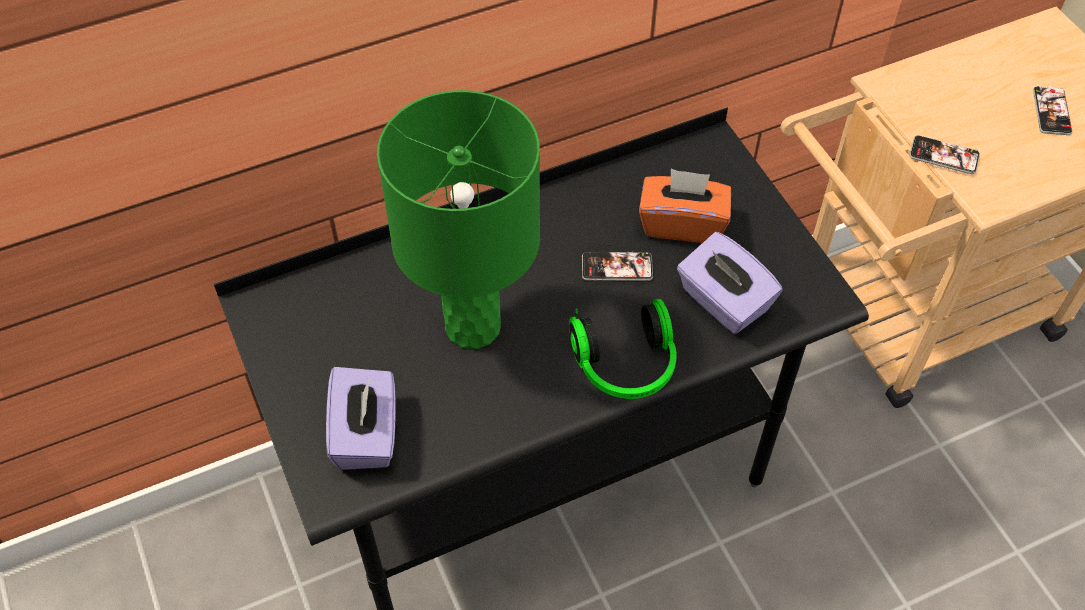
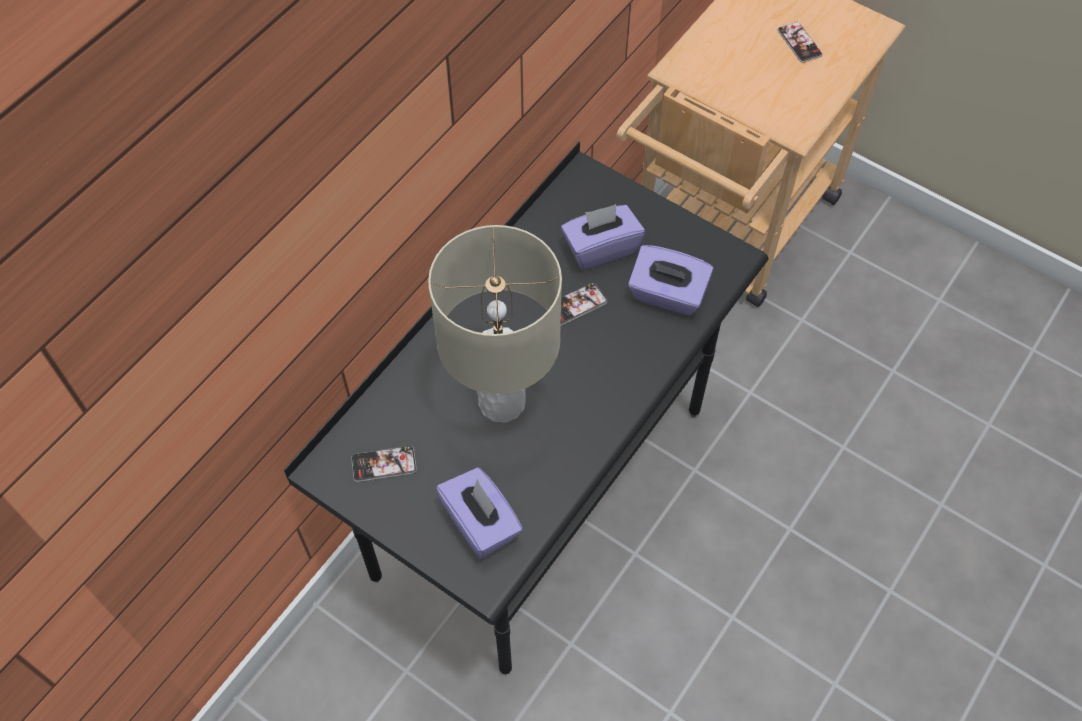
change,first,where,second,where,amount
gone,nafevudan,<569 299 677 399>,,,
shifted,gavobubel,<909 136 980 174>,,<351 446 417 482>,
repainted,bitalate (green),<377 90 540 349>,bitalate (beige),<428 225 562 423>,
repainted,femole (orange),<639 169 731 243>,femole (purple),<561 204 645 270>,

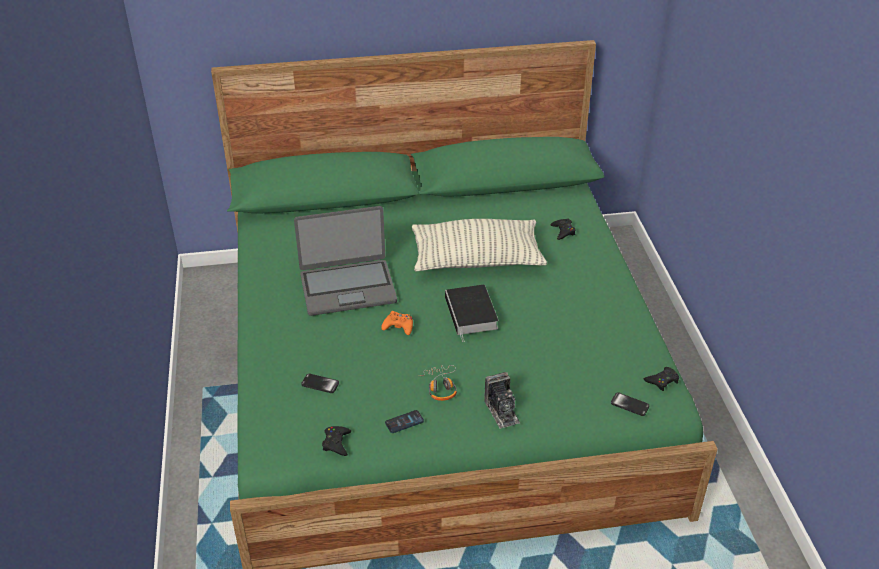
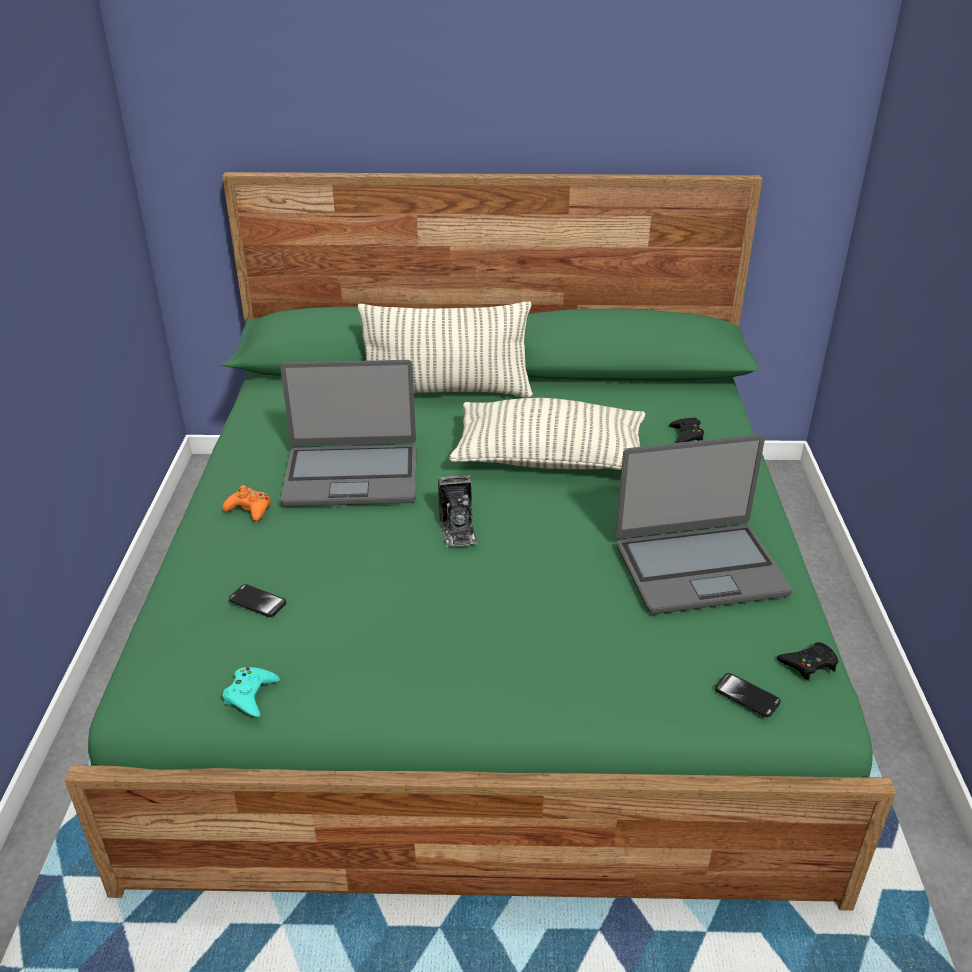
change,first,where,second,where,amount
gone,gavobubel,<385 410 424 433>,,,
gone,nafevudan,<420 365 457 401>,,,
gone,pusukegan,<445 285 498 342>,,,
new,,,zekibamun,<358 301 533 397>,
new,,,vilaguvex,<616 434 793 614>,
shifted,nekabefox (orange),<381 311 413 335>,,<222 485 270 521>,
shifted,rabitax,<484 372 520 429>,,<438 475 477 547>,
repainted,nekabefox (black),<322 426 351 456>,nekabefox (turquoise),<223 667 280 717>,

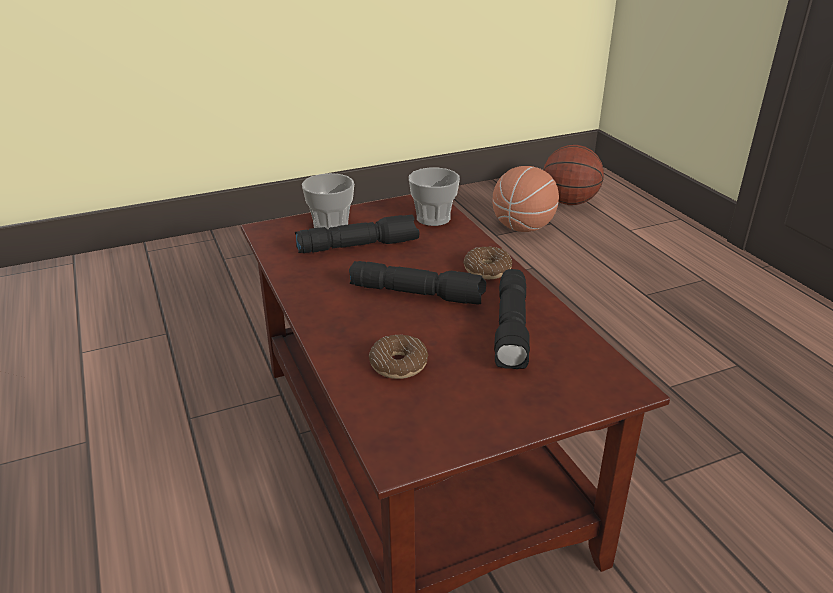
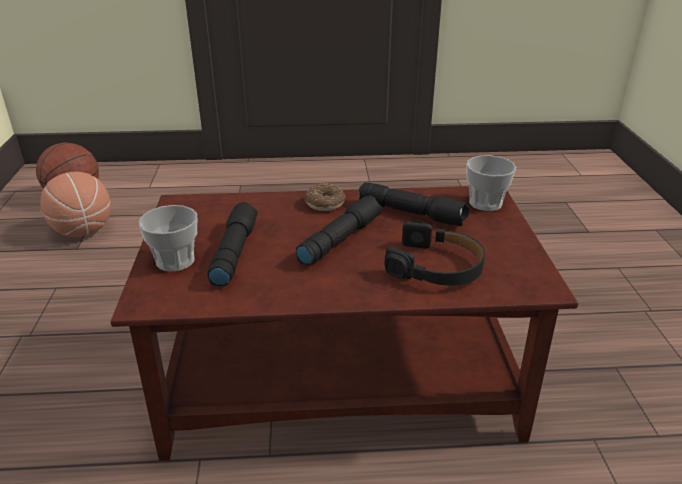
change,first,where,second,where,amount
shifted,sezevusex,<409 168 460 226>,,<466 155 516 211>,
swapped,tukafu,<369 335 429 379>,nafevudan (black),<385 221 485 286>,

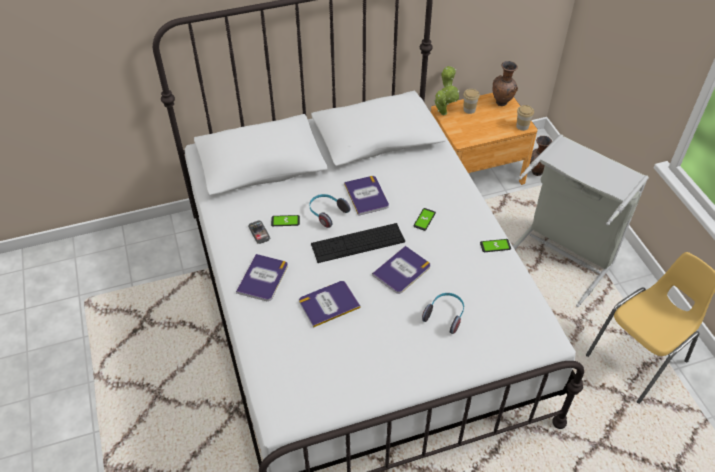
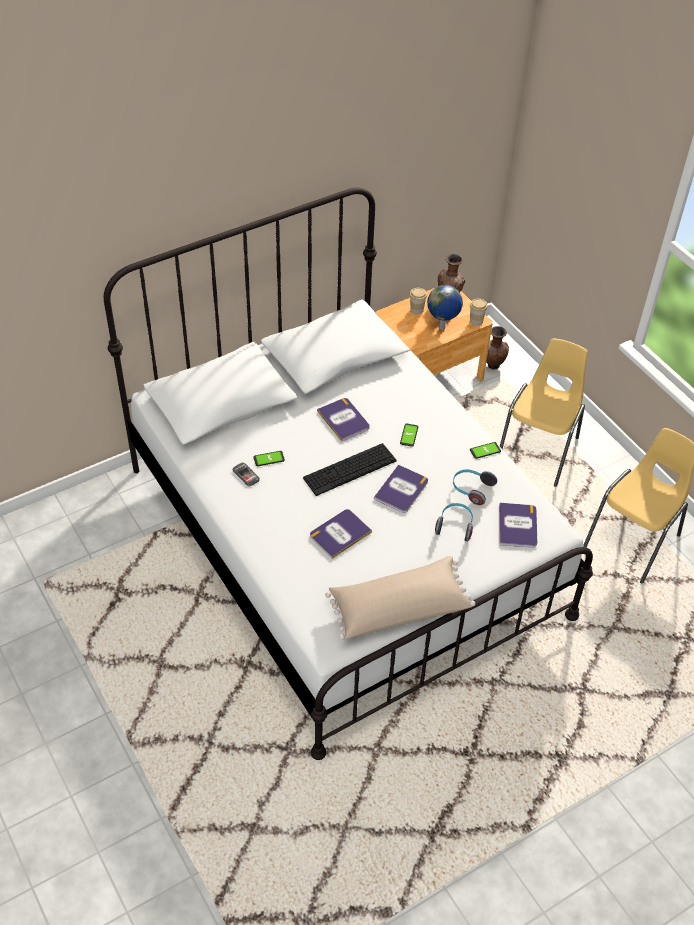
change,first,where,second,where,amount
gone,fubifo,<434 66 459 116>,,,
new,,,zekibamun (beige),<325 556 476 640>,
new,,,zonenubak,<427 285 463 330>,
shifted,pusukegan,<236 254 288 301>,,<499 503 537 548>,
shifted,nafevudan,<310 194 350 228>,,<453 469 497 505>,
swapped,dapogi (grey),<513 134 649 307>,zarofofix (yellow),<500 338 588 487>,

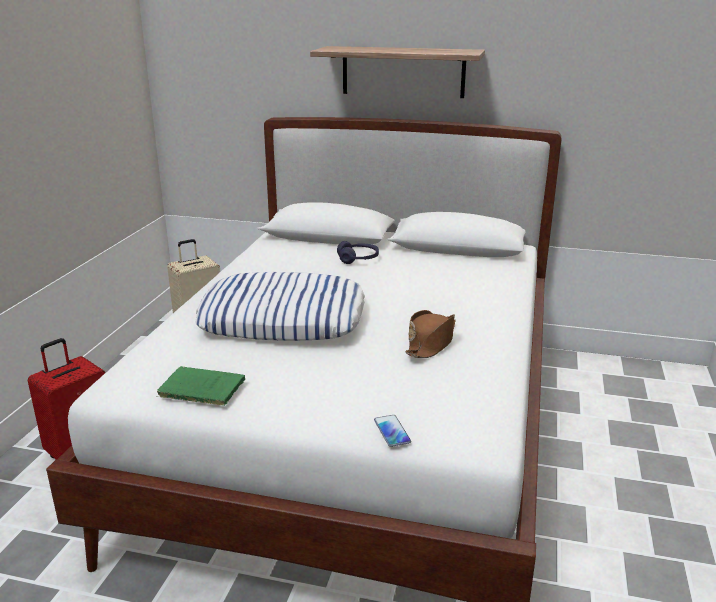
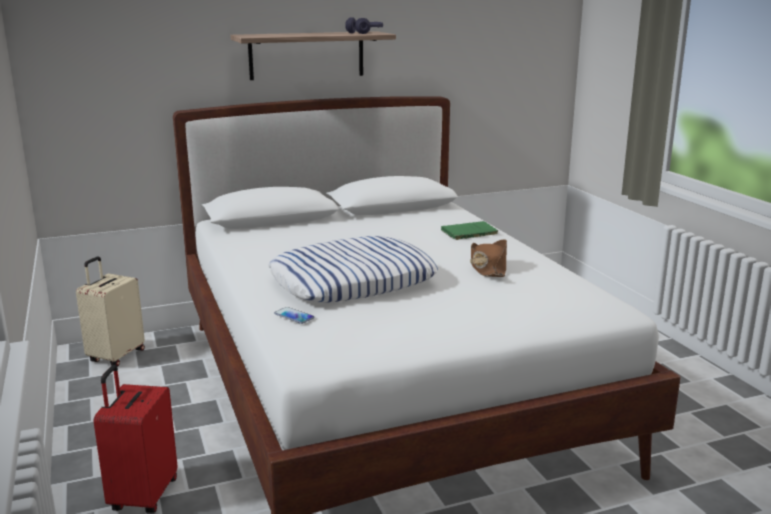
change,first,where,second,where,amount
shifted,pusukegan (green),<157 366 245 406>,,<441 221 498 240>,
shifted,nafevudan (purple),<337 241 379 264>,,<345 17 383 34>,
shifted,gavobubel,<374 415 411 447>,,<274 307 315 324>,

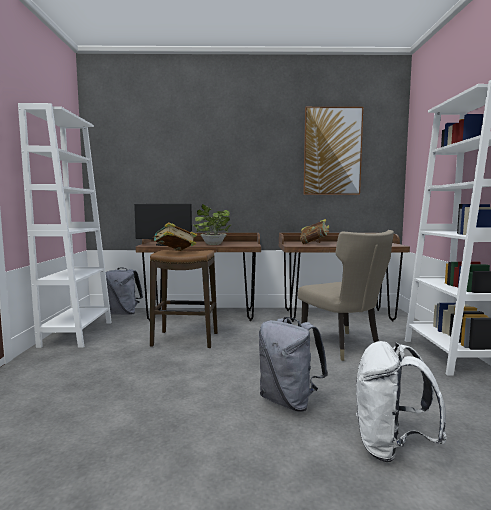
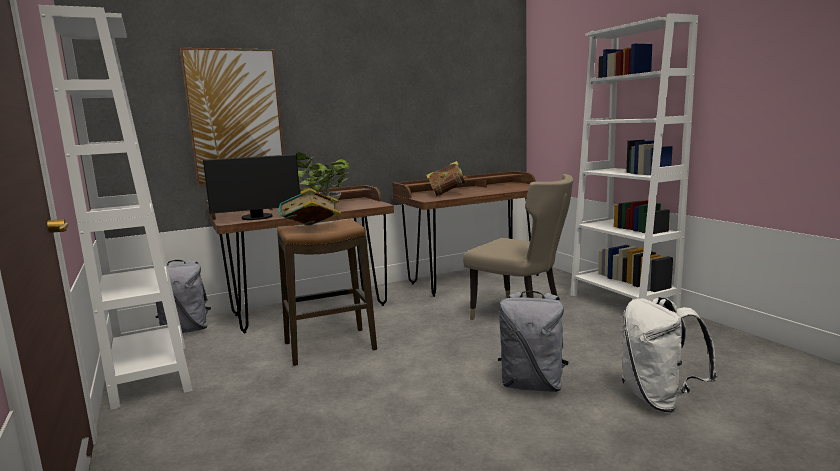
change,first,where,second,where,amount
shifted,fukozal,<303 107 363 195>,,<180 48 284 186>,

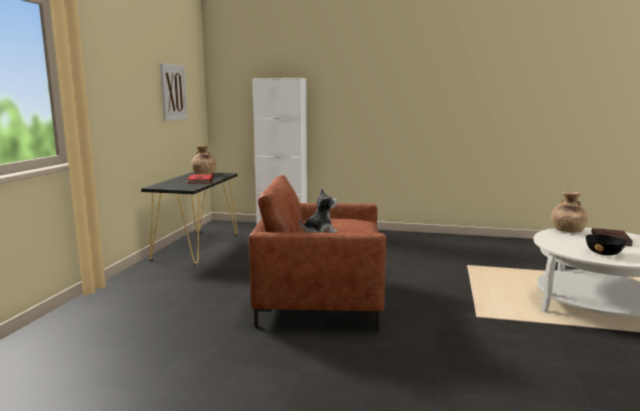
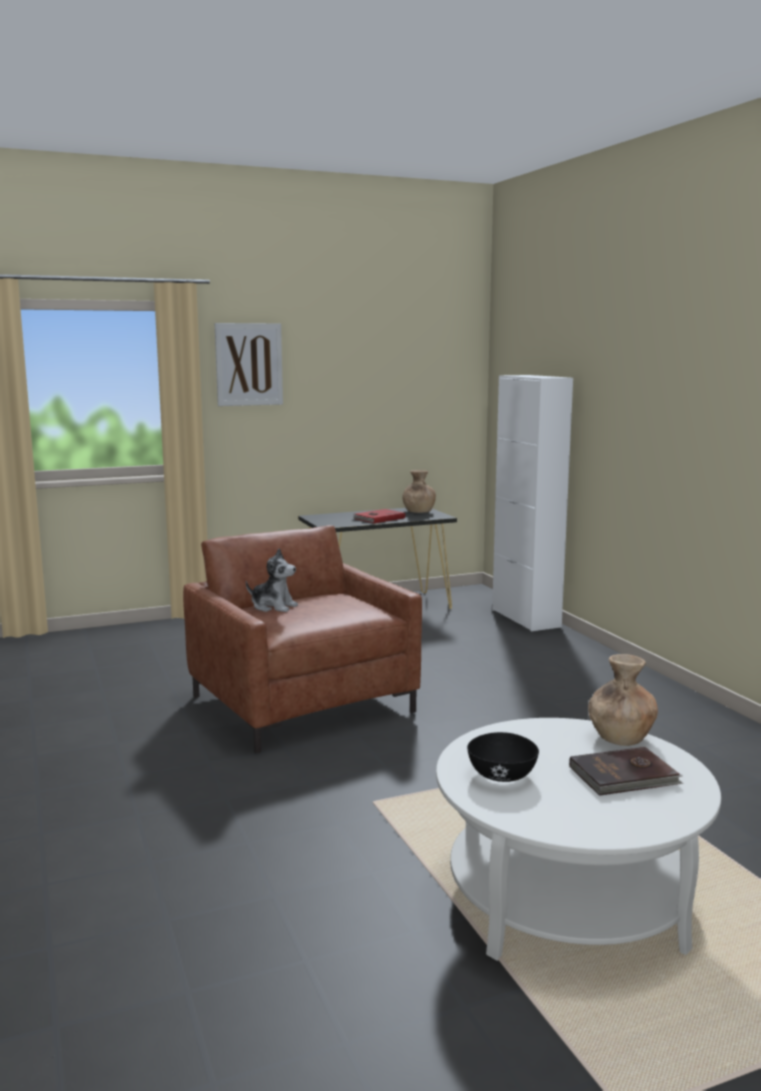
change,first,where,second,where,amount
shifted,fukozal,<160 63 188 121>,,<215 323 283 406>,

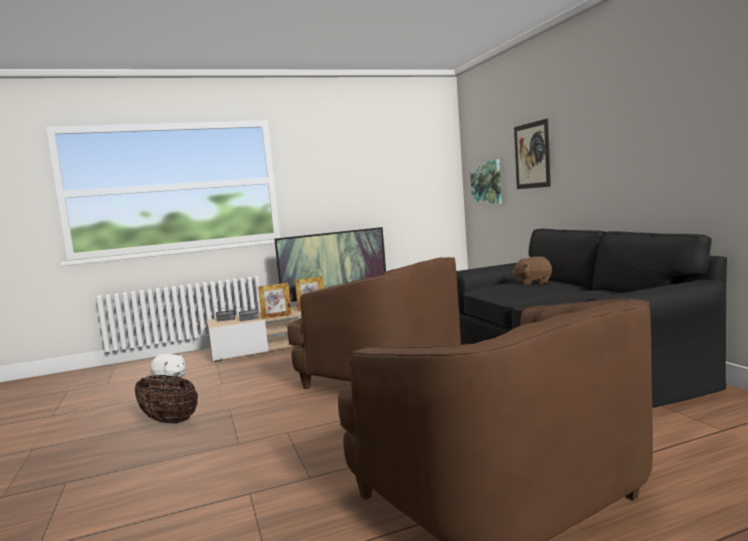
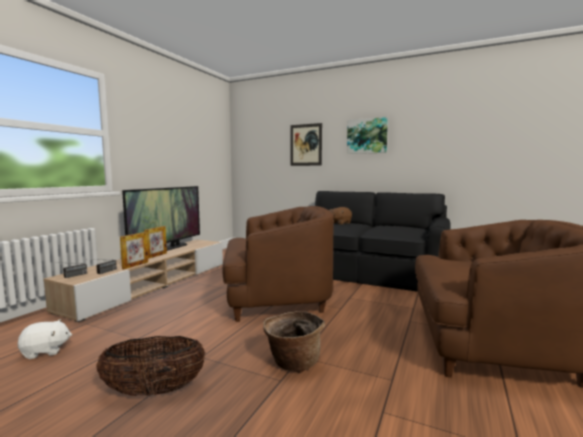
change,first,where,second,where,amount
new,,,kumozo,<263 311 325 373>,
shifted,fukozal,<470 159 502 205>,,<347 117 388 154>,

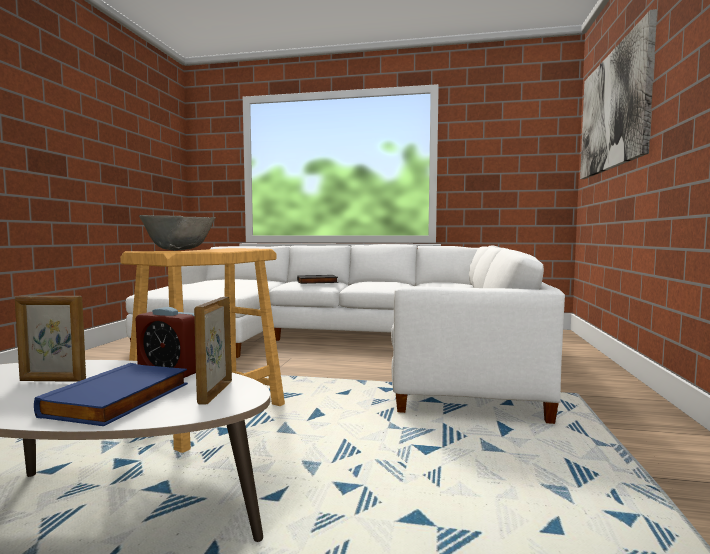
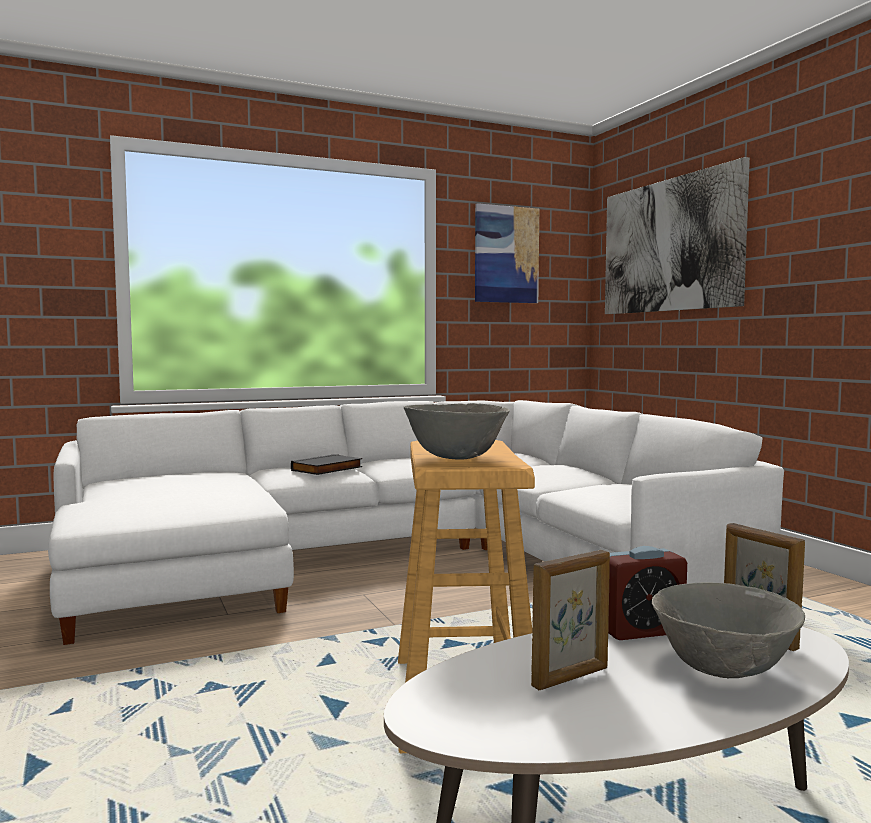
change,first,where,second,where,amount
new,,,fukozal,<475 203 539 303>,
swapped,pusukegan (blue),<34 363 188 426>,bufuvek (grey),<652 582 805 678>,

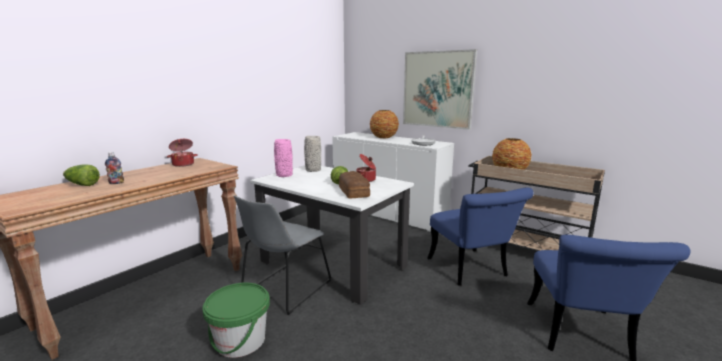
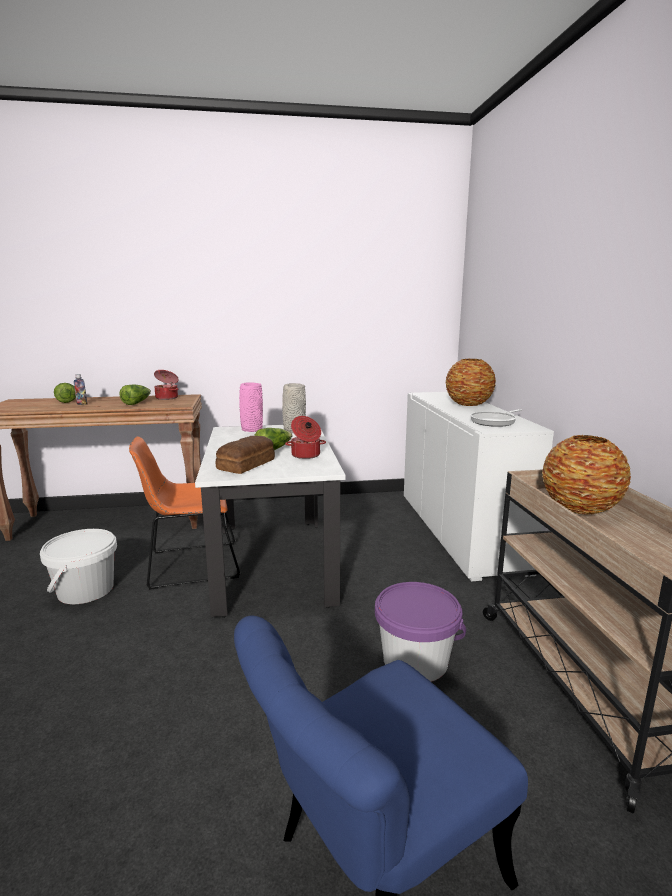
change,first,where,second,where,amount
gone,fukozal,<403 49 477 130>,,,
new,,,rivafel,<119 385 151 405>,
swapped,zarofofix (blue),<427 187 534 286>,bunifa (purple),<375 582 466 682>,
repainted,bunifa (green),<203 283 270 358>,bunifa (white),<40 529 117 604>,
repainted,zarofofix (grey),<234 196 331 315>,zarofofix (orange),<129 436 241 590>,

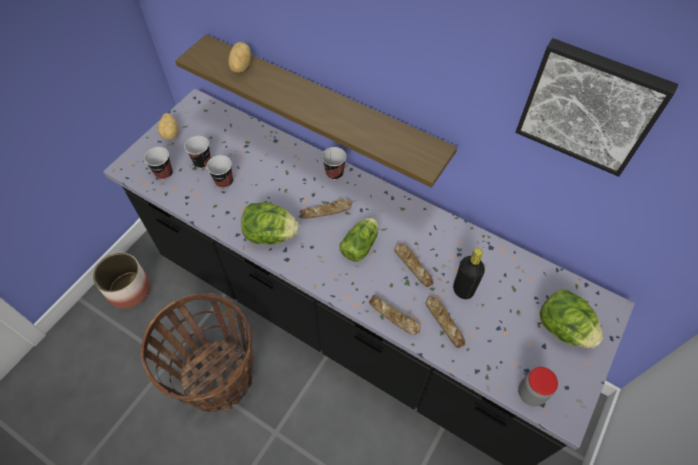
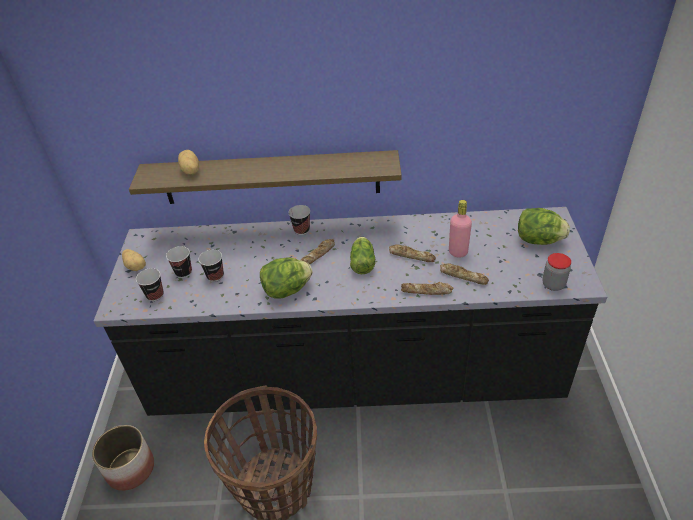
change,first,where,second,where,amount
gone,fukozal,<515 38 679 177>,,,
repainted,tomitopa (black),<453 248 485 299>,tomitopa (pink),<449 200 472 257>,

